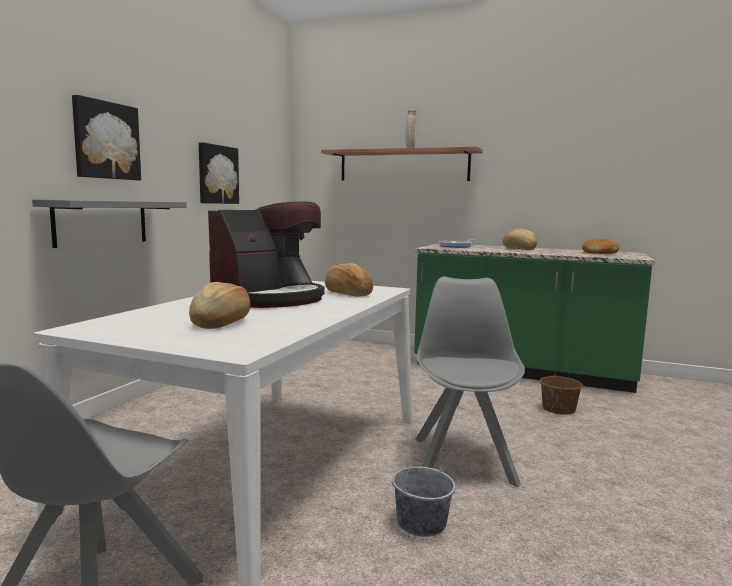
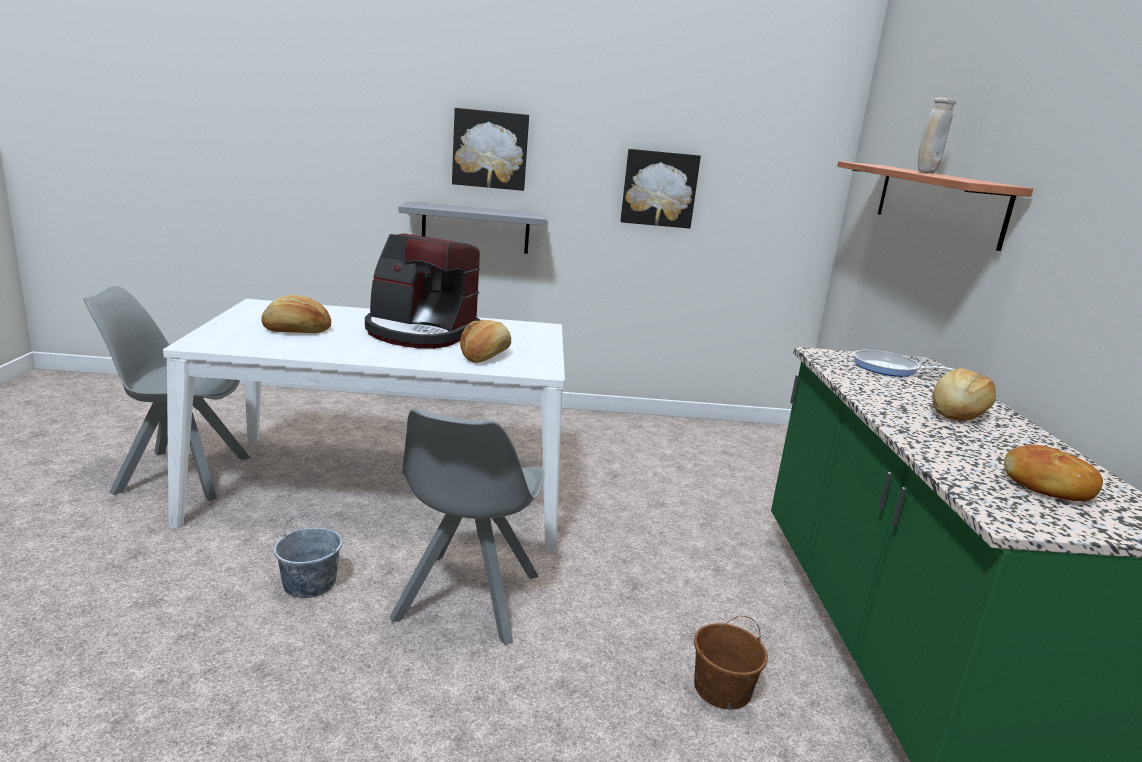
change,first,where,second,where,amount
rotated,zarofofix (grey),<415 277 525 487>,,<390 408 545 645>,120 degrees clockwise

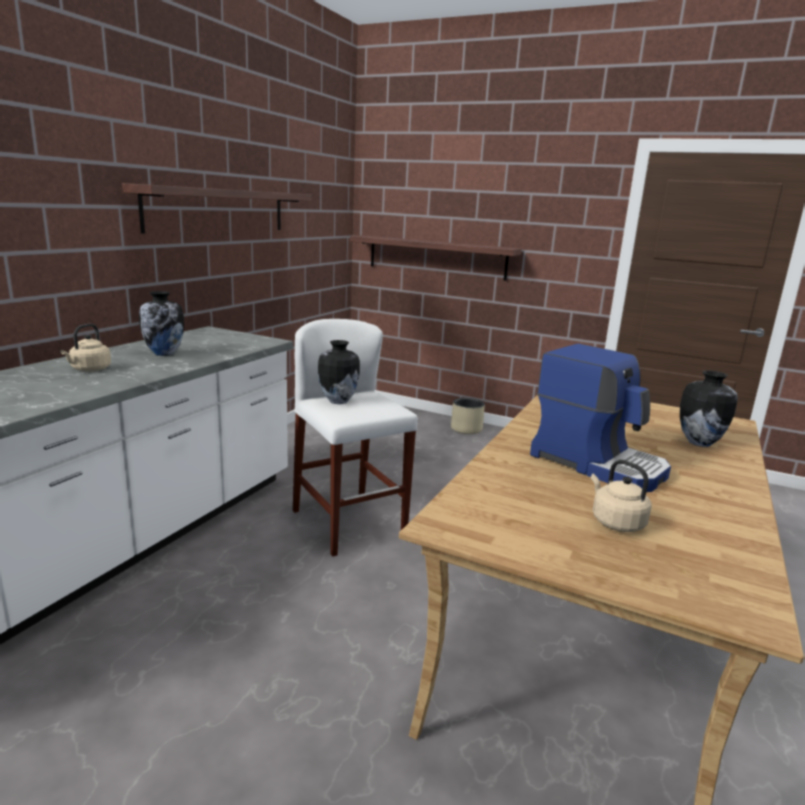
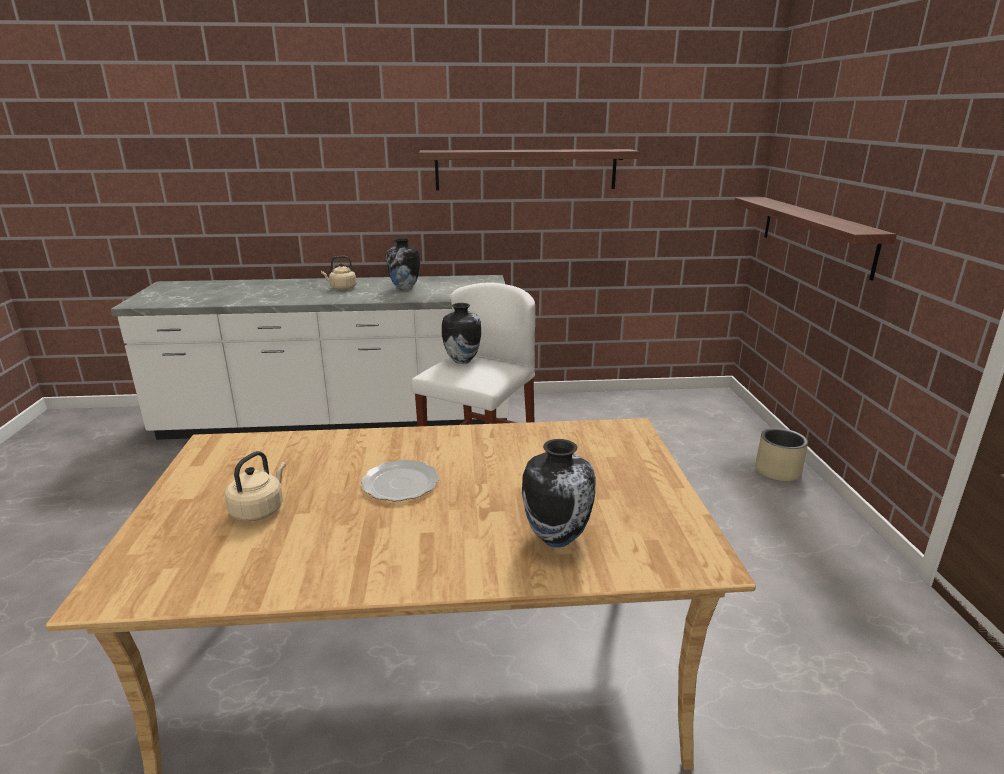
change,first,where,second,where,amount
swapped,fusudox,<530 344 671 492>,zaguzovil,<361 460 439 501>,

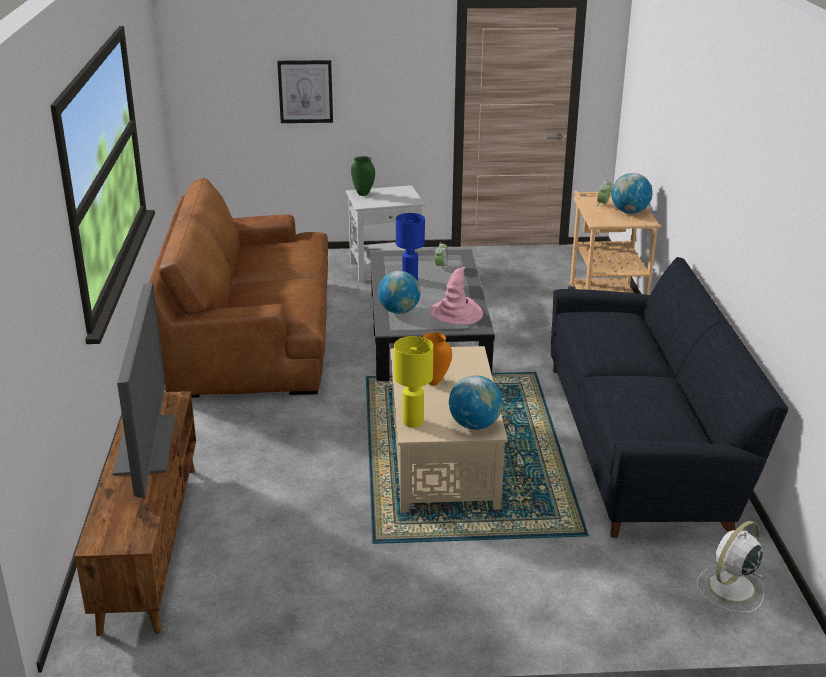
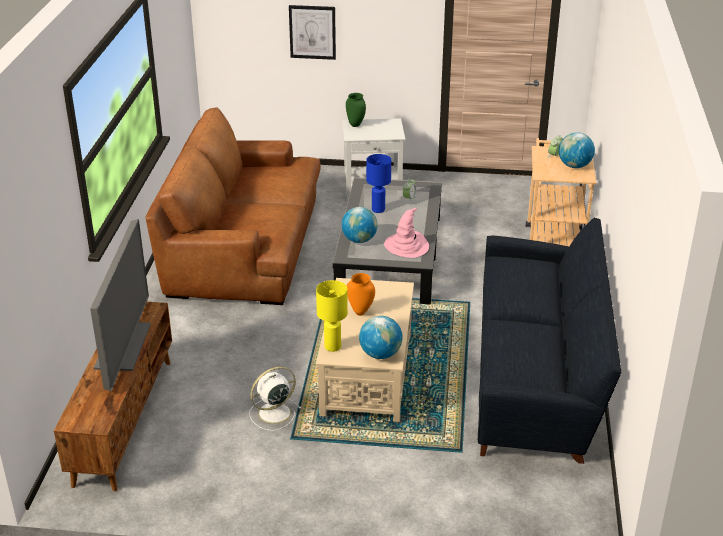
change,first,where,second,where,amount
shifted,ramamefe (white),<697 521 764 613>,,<249 366 302 431>,

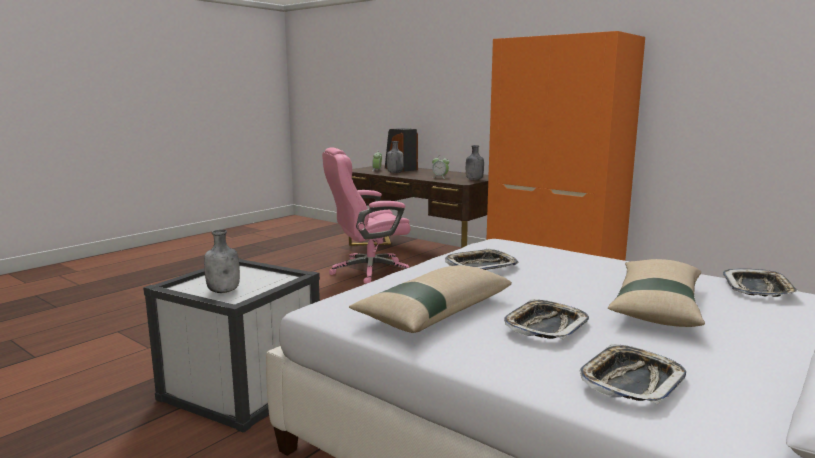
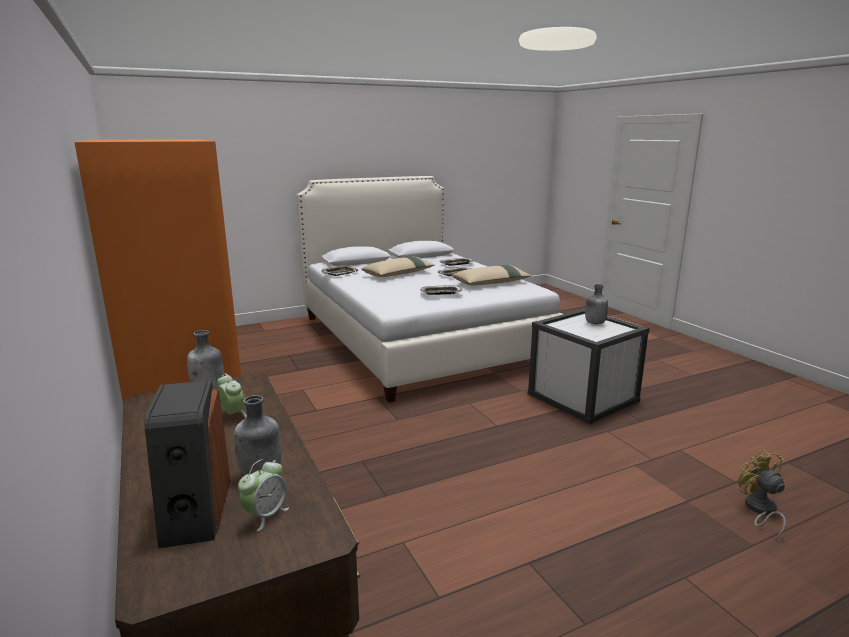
change,first,where,second,where,amount
gone,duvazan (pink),<322 147 411 284>,,,
new,,,ramamefe (yellow),<738 449 786 539>,

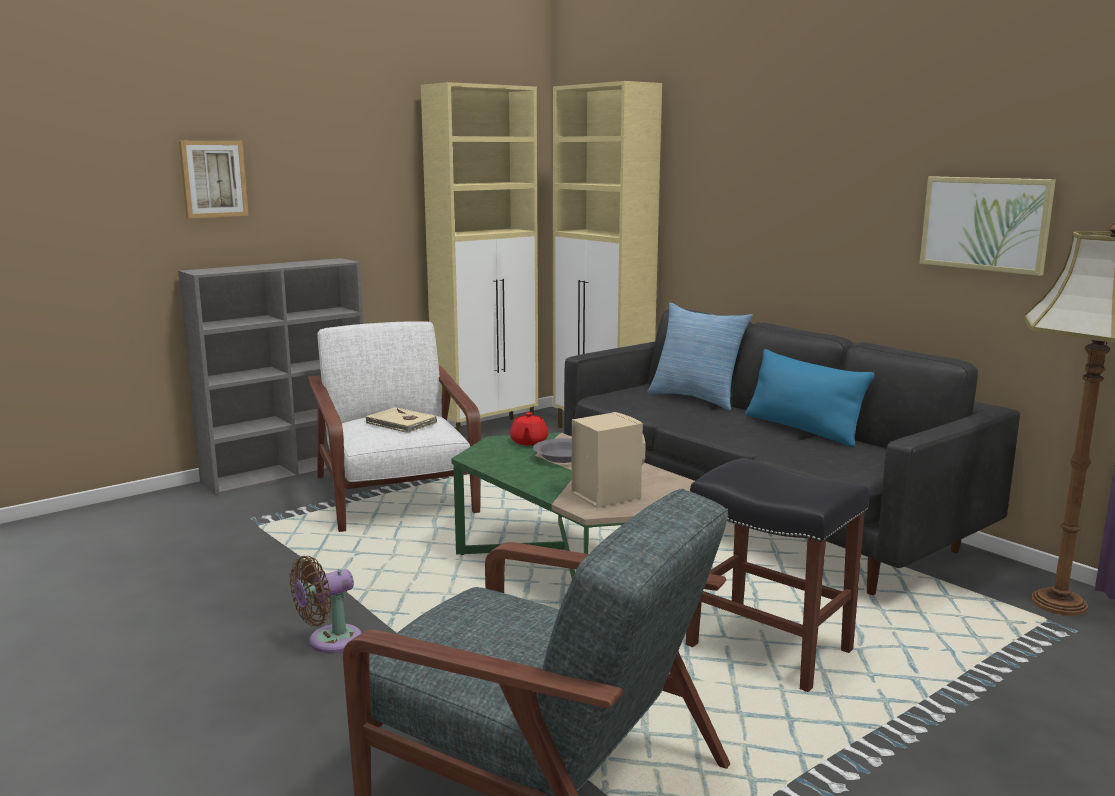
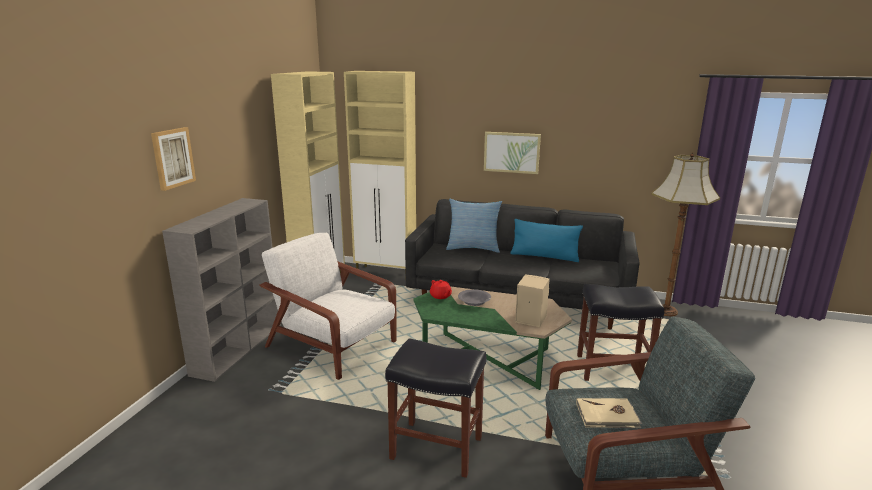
change,first,where,second,where,amount
shifted,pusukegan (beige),<365 407 437 433>,,<576 398 642 428>,
shifted,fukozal,<920 176 1056 276>,,<484 132 541 174>,
swapped,ramamefe (brown),<290 556 362 653>,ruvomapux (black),<385 338 486 478>,

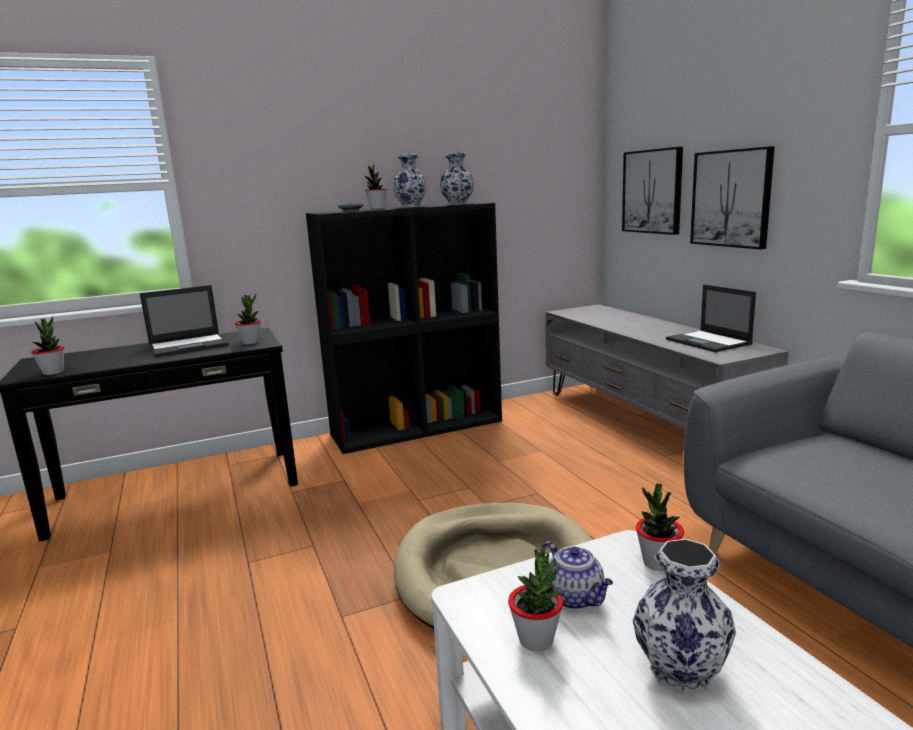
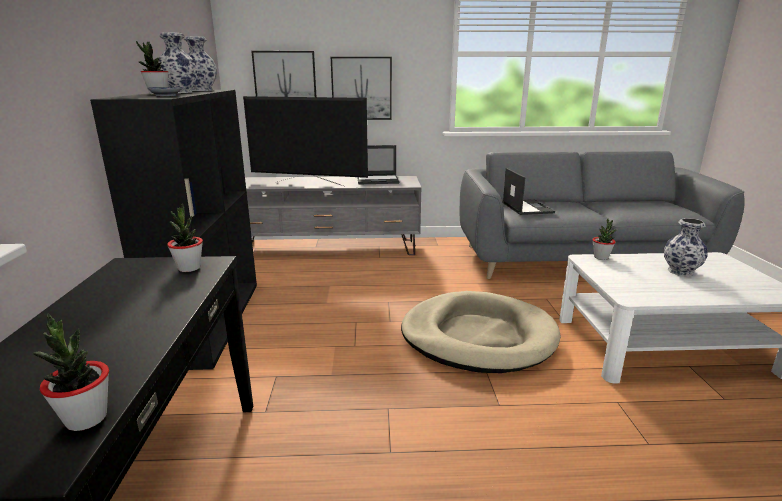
change,first,where,second,where,amount
gone,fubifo,<508 547 563 651>,,,
gone,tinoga,<542 541 613 609>,,,
new,,,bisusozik,<243 96 368 186>,
shifted,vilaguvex,<140 285 229 357>,,<503 168 555 215>,

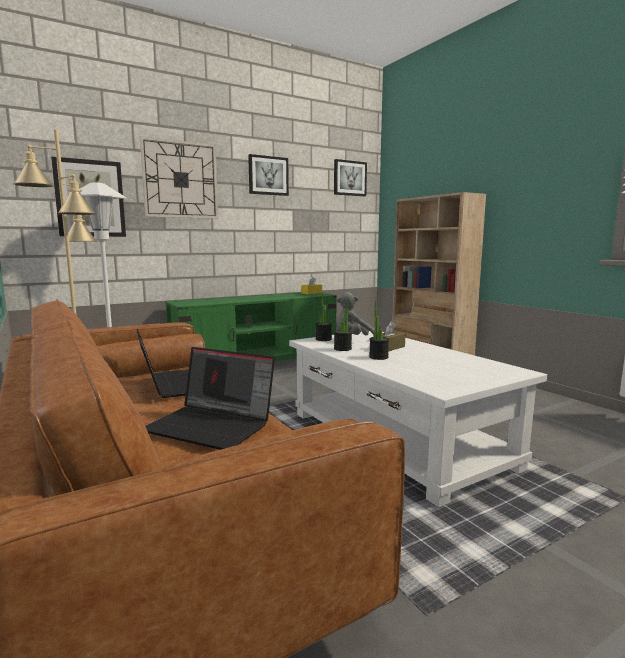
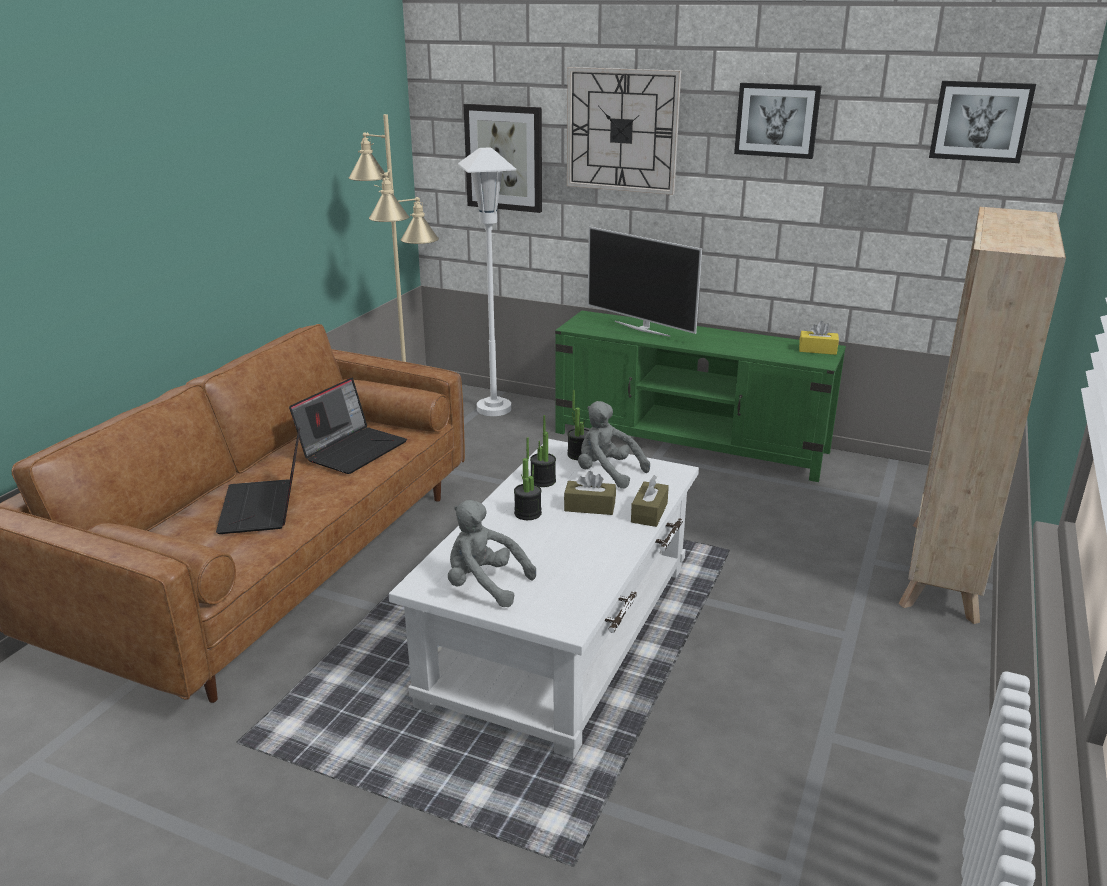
change,first,where,second,where,amount
new,,,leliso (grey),<448 500 536 607>,
new,,,bisusozik,<588 227 702 337>,
new,,,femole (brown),<631 475 669 527>,

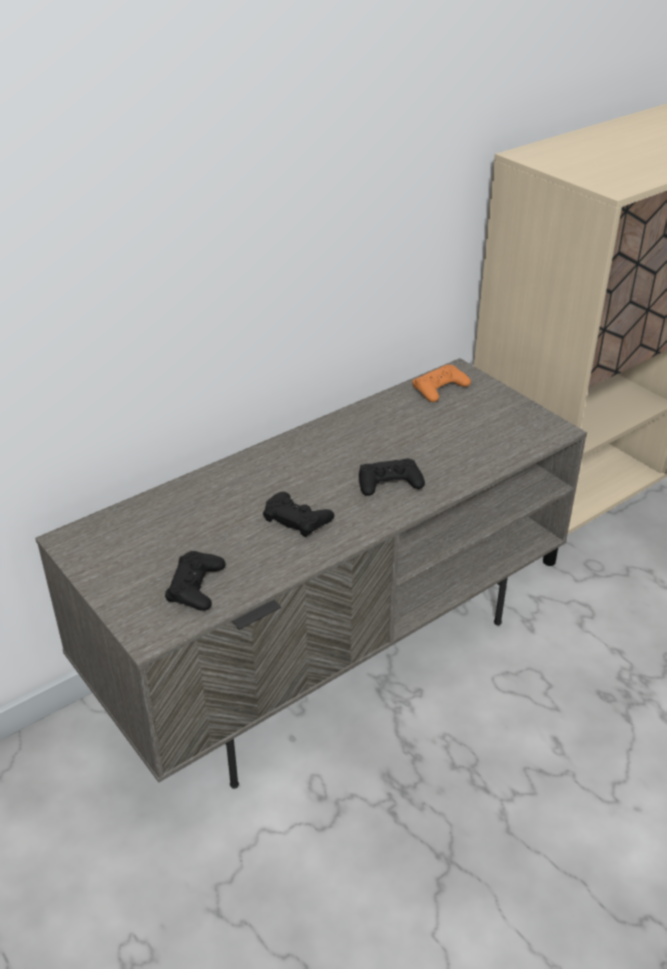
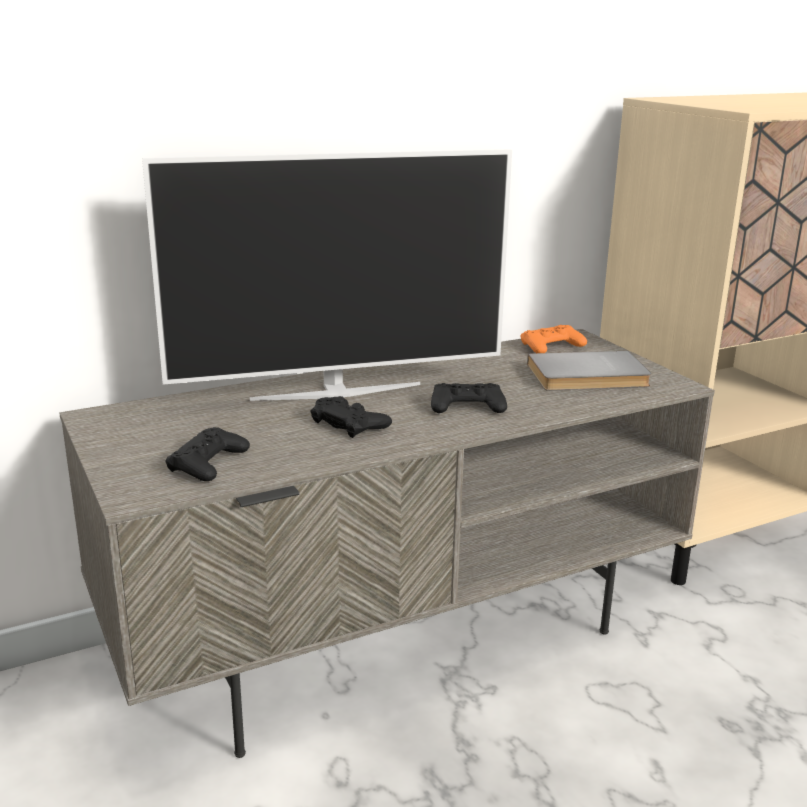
change,first,where,second,where,amount
new,,,bisusozik,<142 149 512 401>,
new,,,pusukegan (grey),<527 351 651 391>,

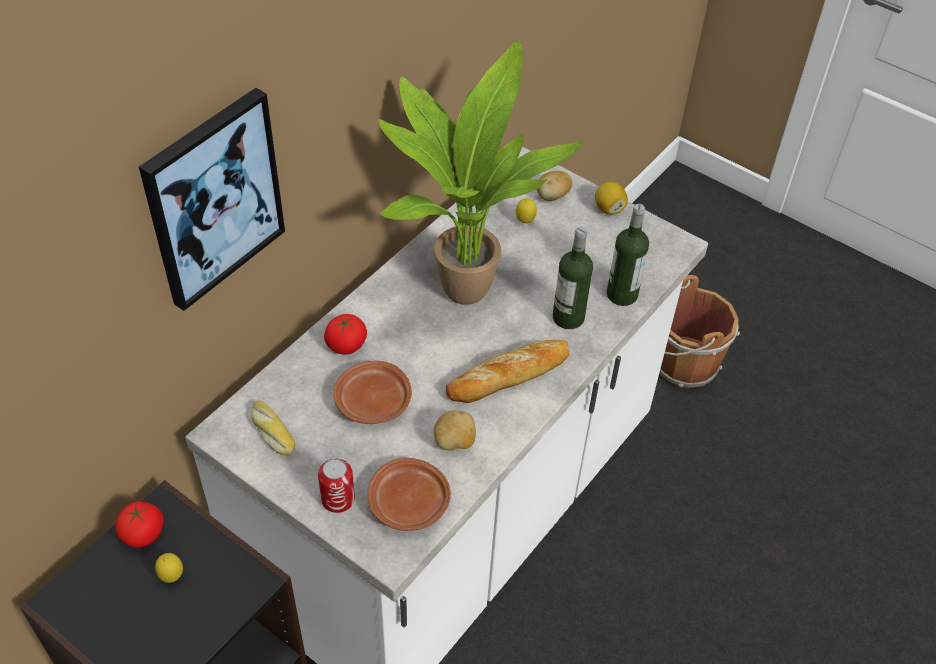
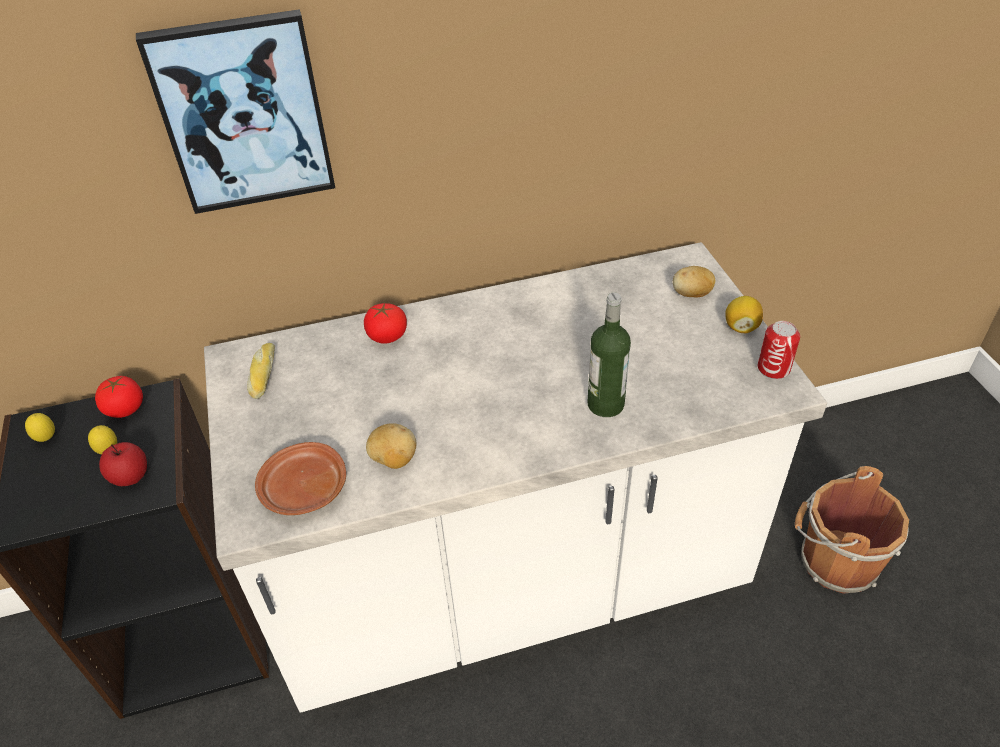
change,first,where,second,where,amount
gone,zaguzovil (brown),<334 361 412 424>,,,
gone,fubifo,<378 41 583 305>,,,
gone,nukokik,<446 340 570 403>,,,
gone,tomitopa,<607 204 649 306>,,,
new,,,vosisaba,<99 442 147 486>,
shifted,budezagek,<318 459 355 513>,,<758 321 800 379>,
shifted,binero,<516 198 537 223>,,<25 413 55 442>,

